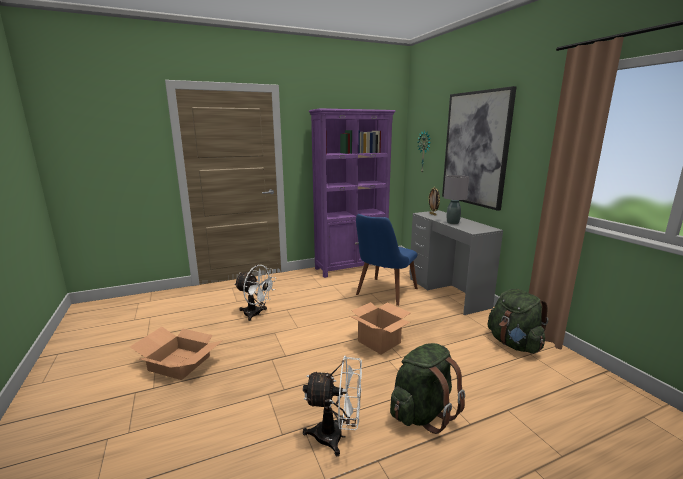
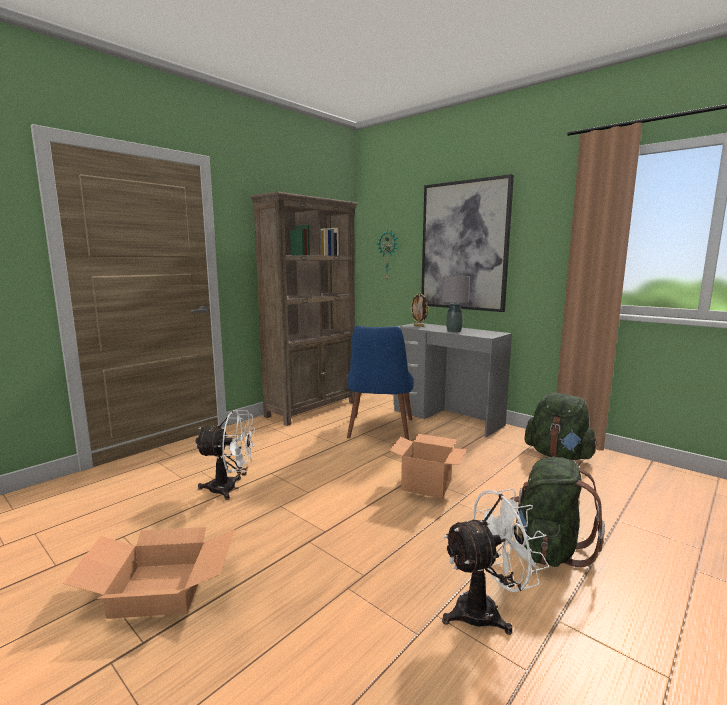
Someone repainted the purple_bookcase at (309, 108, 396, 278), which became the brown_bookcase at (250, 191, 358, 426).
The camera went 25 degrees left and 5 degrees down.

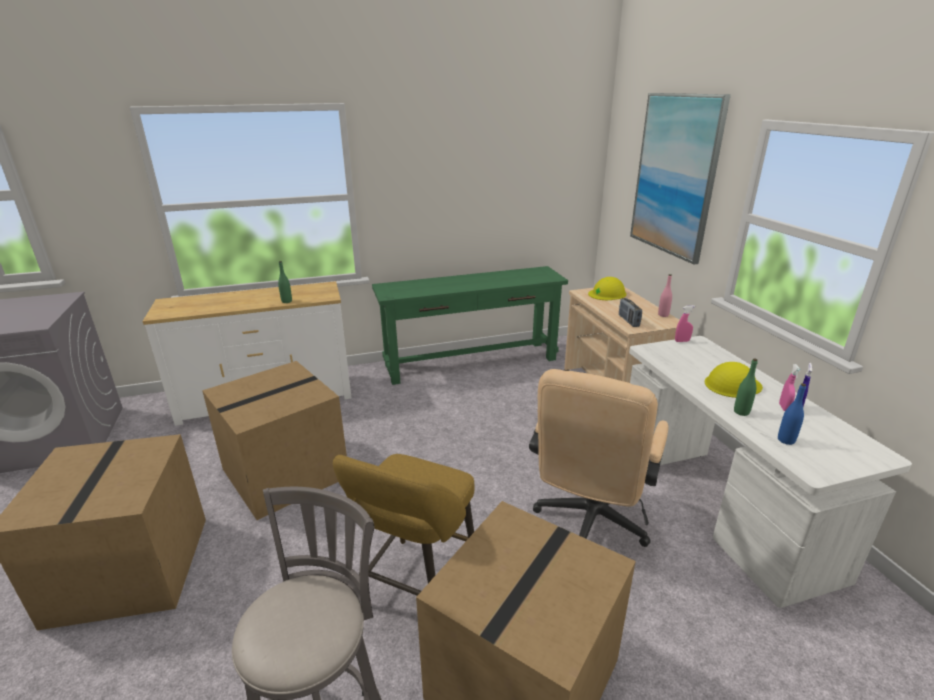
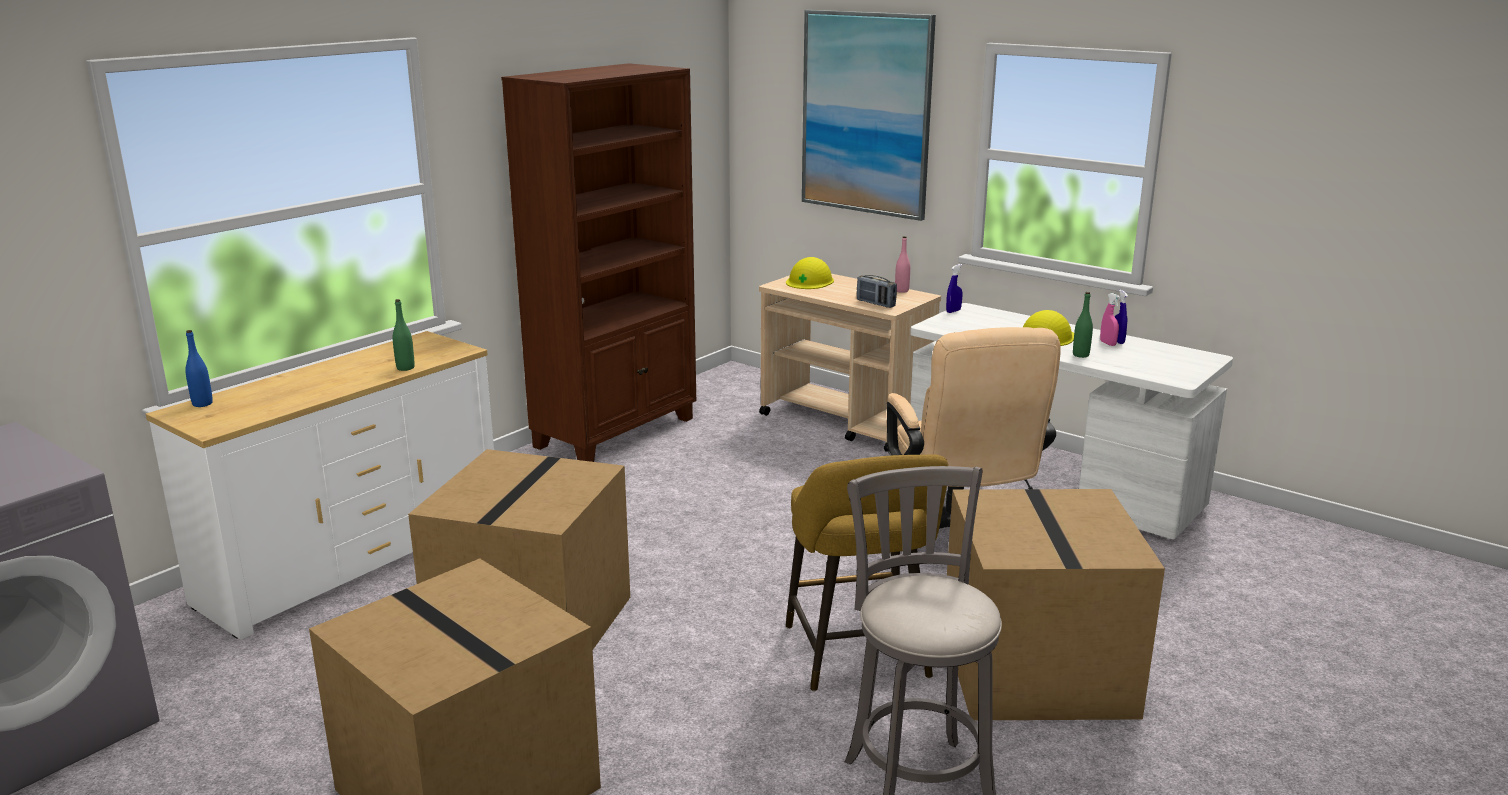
Someone swapped the green_console_table at (372, 266, 568, 385) for the brown_bookcase at (501, 63, 696, 462).
Someone repainted the pink_spray_bottle at (675, 305, 695, 342), which became the blue_spray_bottle at (946, 264, 963, 313).
Someone carried the blue_bottle from (778, 383, 806, 445) to (185, 330, 213, 407).
The camera went 35 degrees left and 5 degrees down.

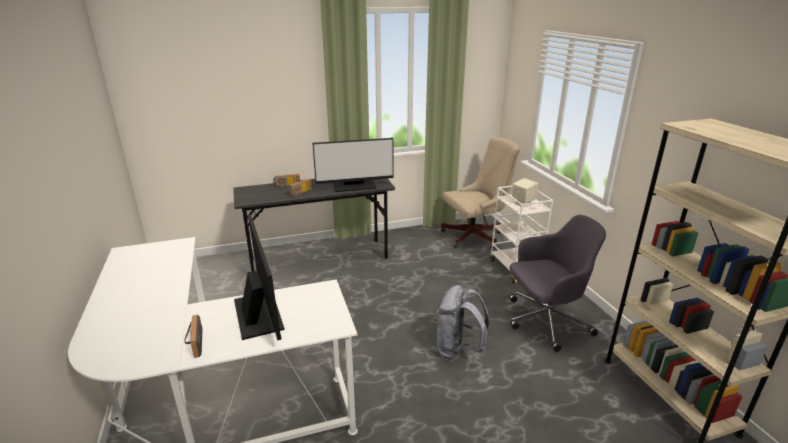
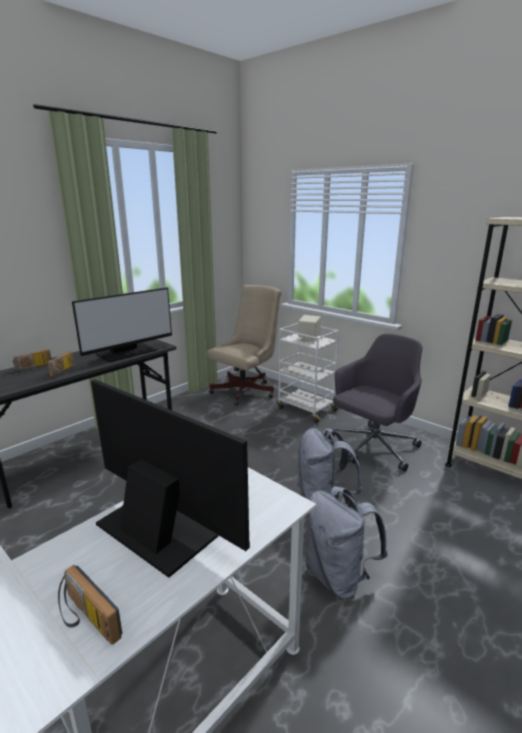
Someone put down the grey_backpack at (306, 486, 388, 599).
The camera went 30 degrees left and 5 degrees down.

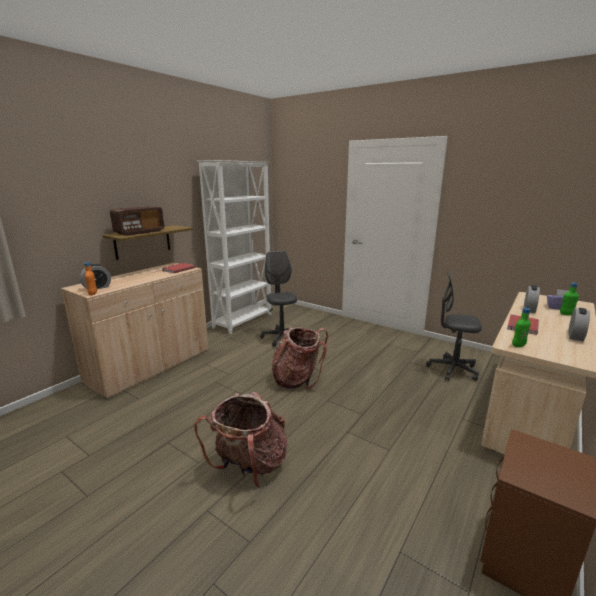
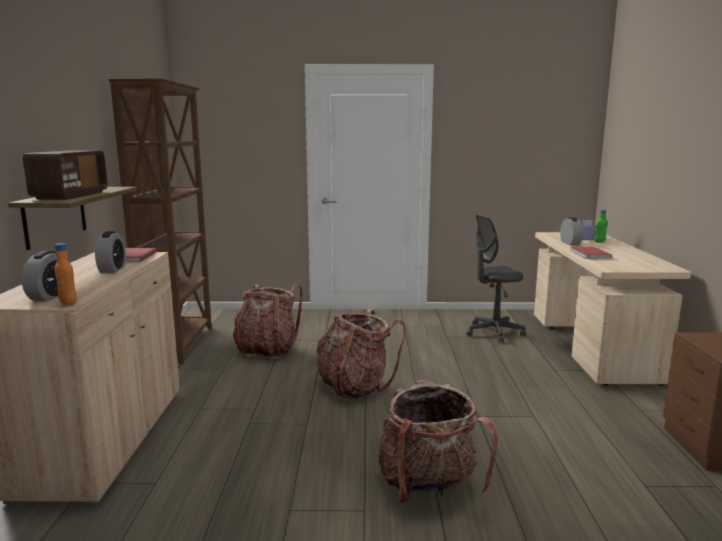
Someone repainted the white_bookcase at (197, 160, 271, 334), which became the brown_bookcase at (108, 78, 212, 364).
Someone swapped the grey_office_chair at (260, 251, 297, 347) for the backpack at (233, 284, 303, 359).
Someone took away the green_bottle at (512, 308, 531, 347).
Someone carried the alarm_clock from (568, 308, 590, 341) to (95, 231, 126, 273).
The camera went 35 degrees left and 5 degrees down.

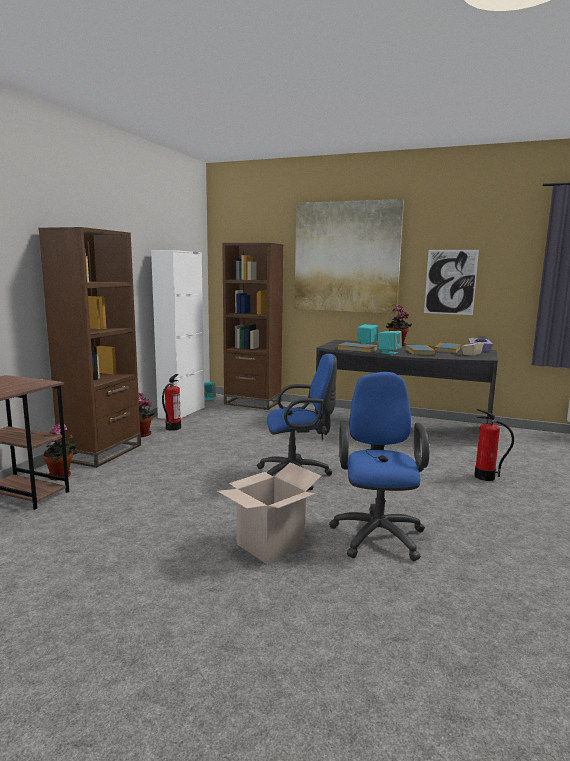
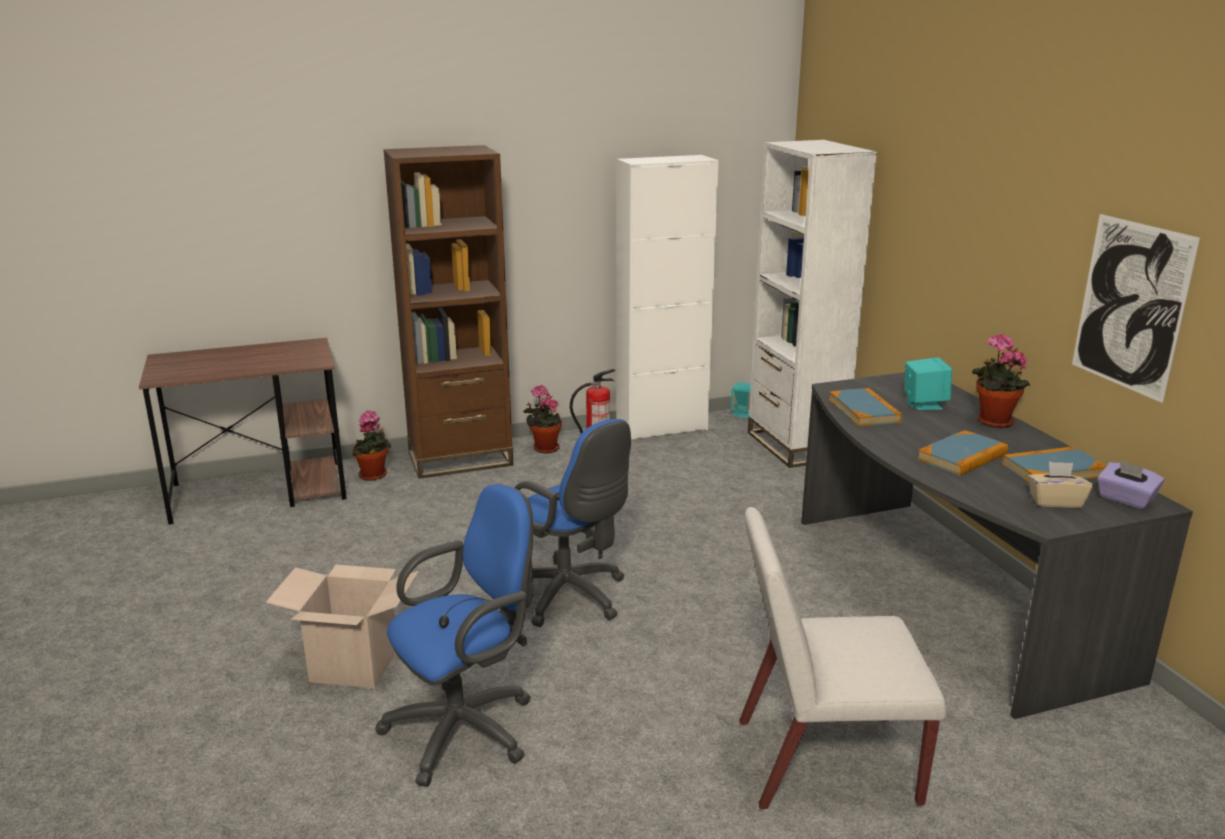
Someone repainted the brown_bookcase at (222, 243, 283, 410), which became the white_bookcase at (748, 140, 877, 468).
Someone took away the picture at (294, 199, 404, 313).
Someone took away the turquoise_speaker at (378, 331, 402, 355).
Someone swapped the fire_extinguisher at (474, 409, 514, 481) for the white_chair at (740, 507, 946, 810).
The camera went 50 degrees right and 10 degrees up.

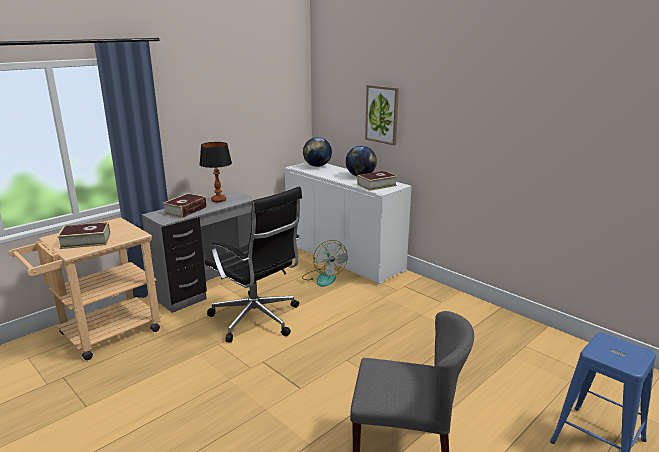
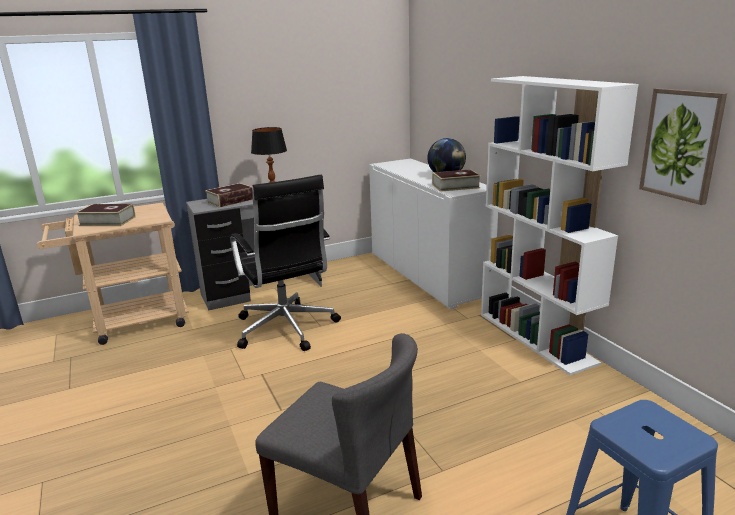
Someone took away the fan at (302, 240, 348, 287).
Someone took away the globe at (303, 137, 332, 167).
Someone carried the picture from (365, 85, 399, 145) to (639, 88, 727, 205).
Someone put down the white_bookcase at (481, 76, 639, 375).
The camera went 20 degrees right and 0 degrees up.

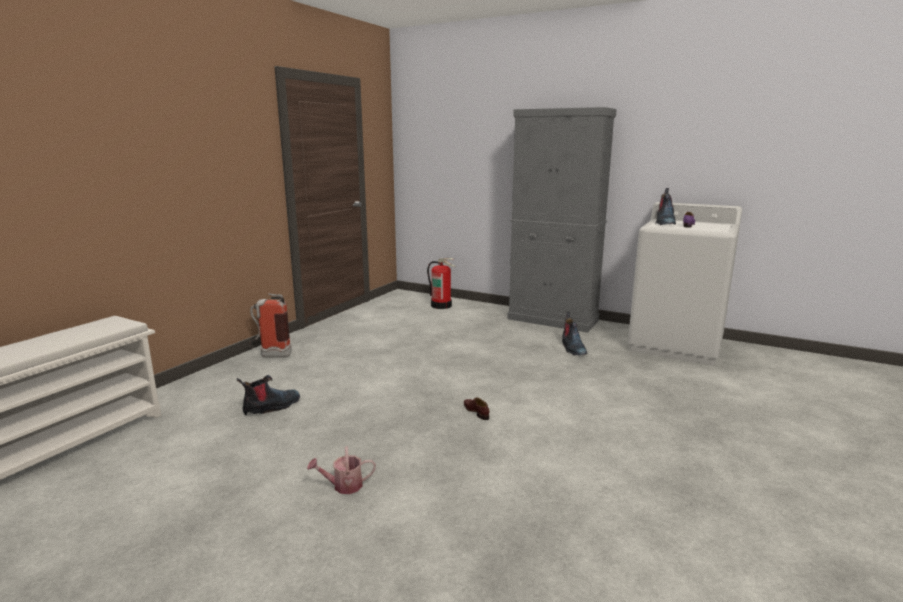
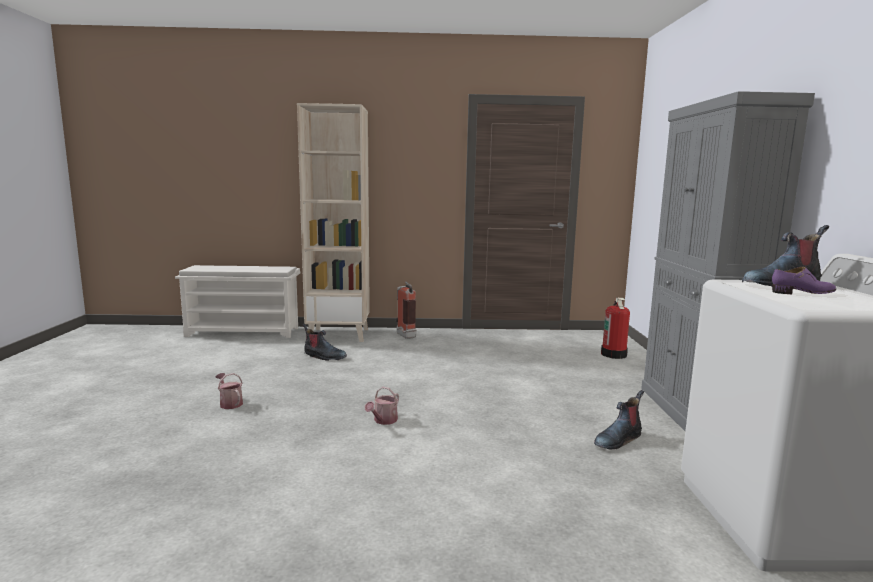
Someone swapped the brown_shoe at (464, 398, 490, 420) for the watering_can at (365, 387, 399, 425).
Someone put down the beige_bookcase at (297, 103, 370, 342).
The camera went 60 degrees right and 5 degrees down.

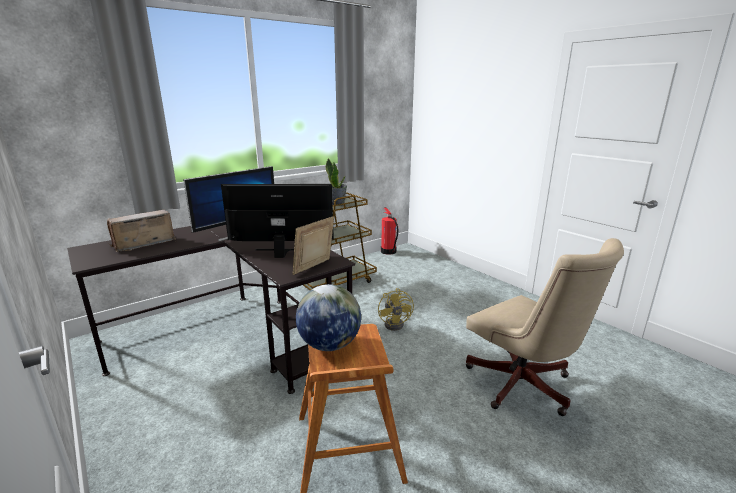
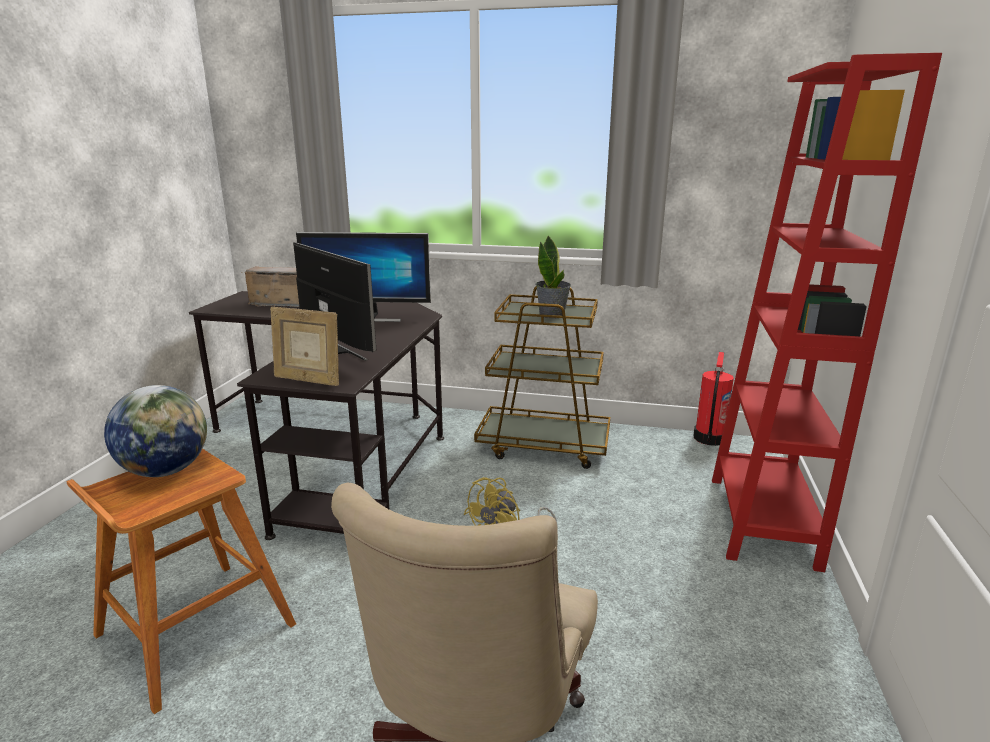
Someone rotated the picture_frame at (292, 216, 334, 275) by 150 degrees counterclockwise.
Someone put down the red_bookcase at (712, 53, 942, 572).
The camera went 50 degrees right and 0 degrees up.

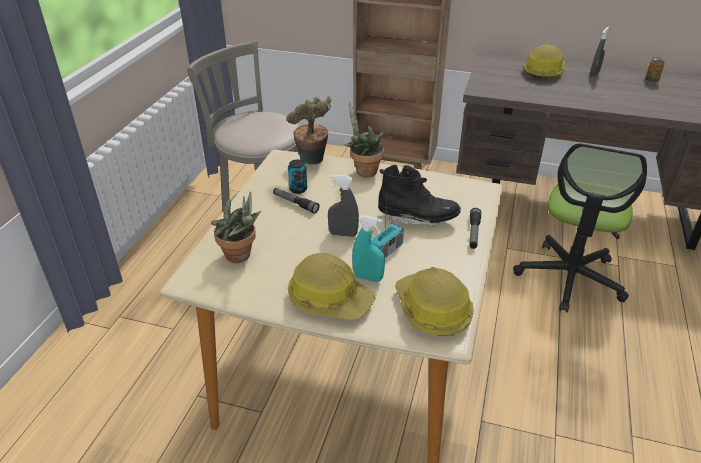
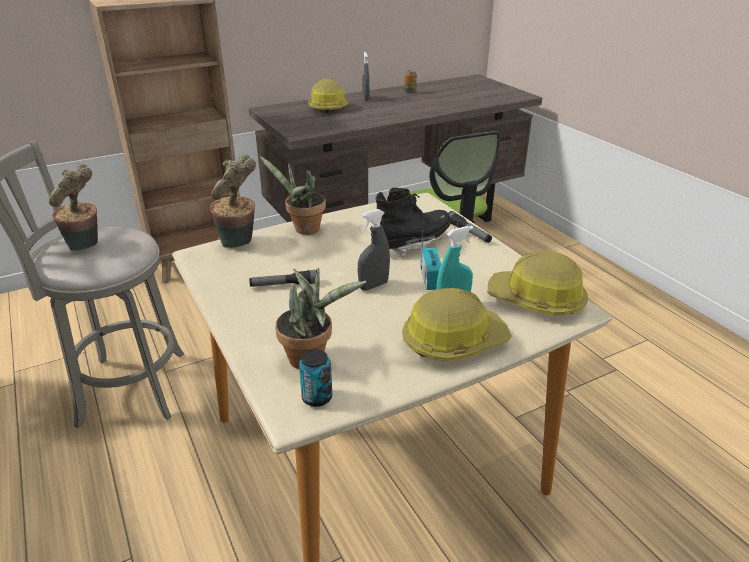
Someone carried the can from (288, 159, 307, 194) to (299, 349, 332, 407).
Someone put down the potted_plant at (49, 163, 98, 251).
The camera went 45 degrees left and 5 degrees down.

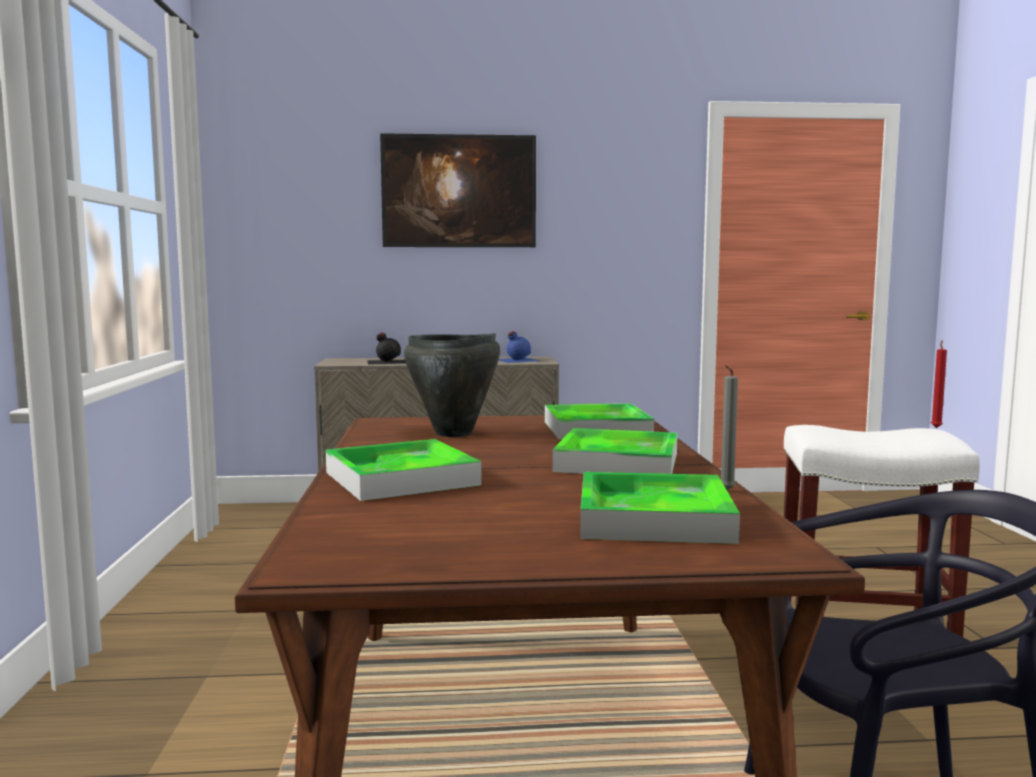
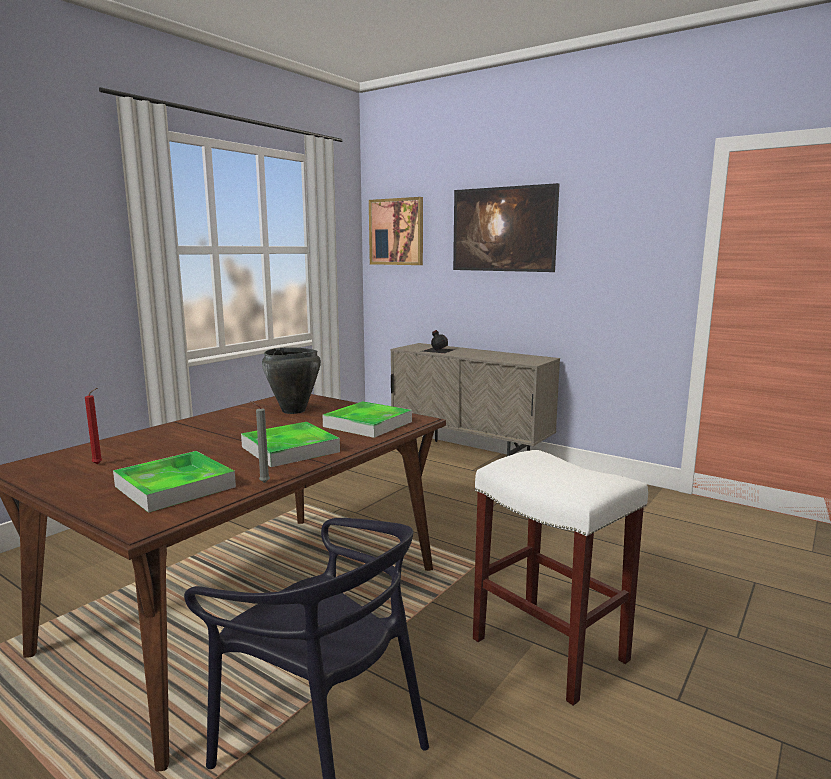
Someone took away the tray at (326, 439, 482, 501).
Someone took away the blue_bottle at (498, 331, 539, 363).
Someone carried the red_candle from (931, 340, 947, 428) to (85, 388, 102, 464).
Someone put up the picture at (369, 197, 423, 265).
The camera went 40 degrees right and 5 degrees up.

